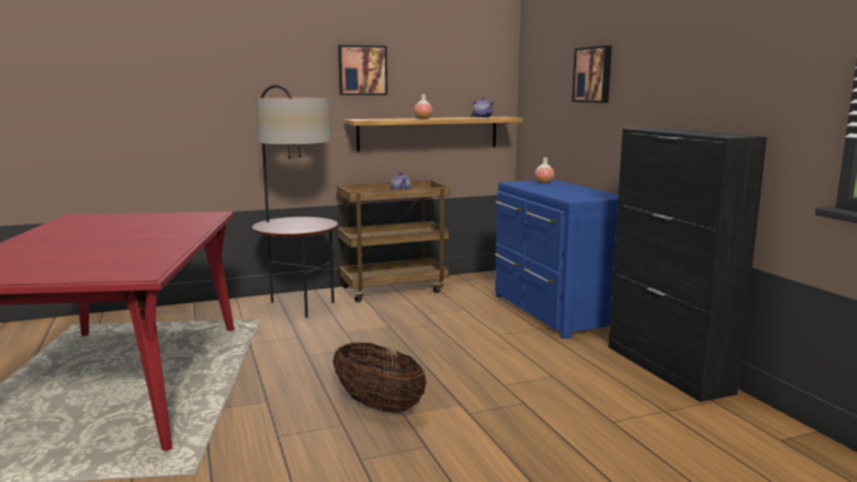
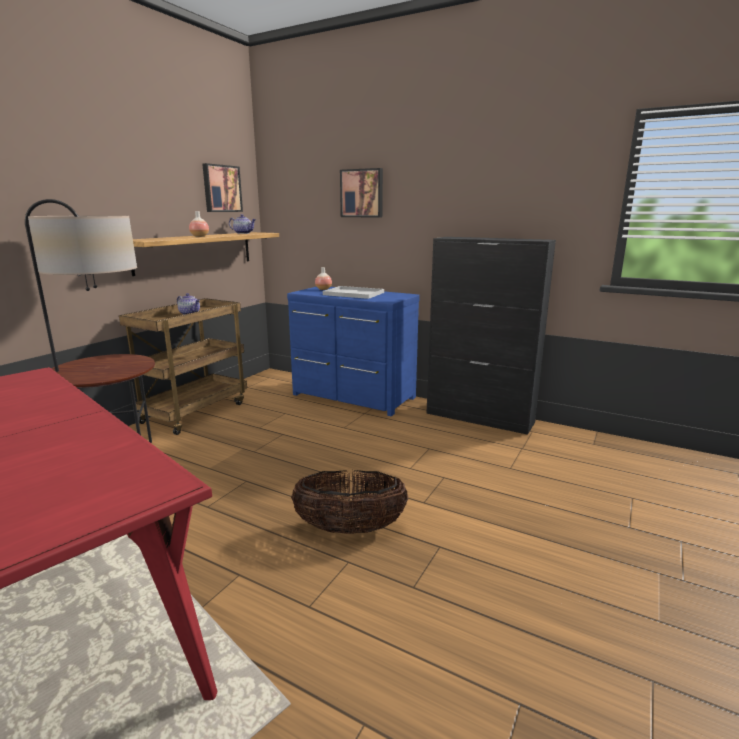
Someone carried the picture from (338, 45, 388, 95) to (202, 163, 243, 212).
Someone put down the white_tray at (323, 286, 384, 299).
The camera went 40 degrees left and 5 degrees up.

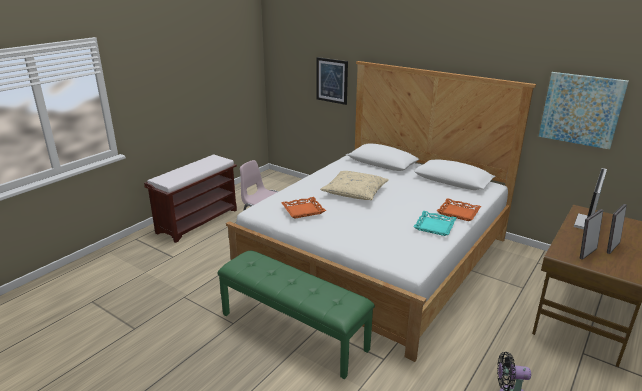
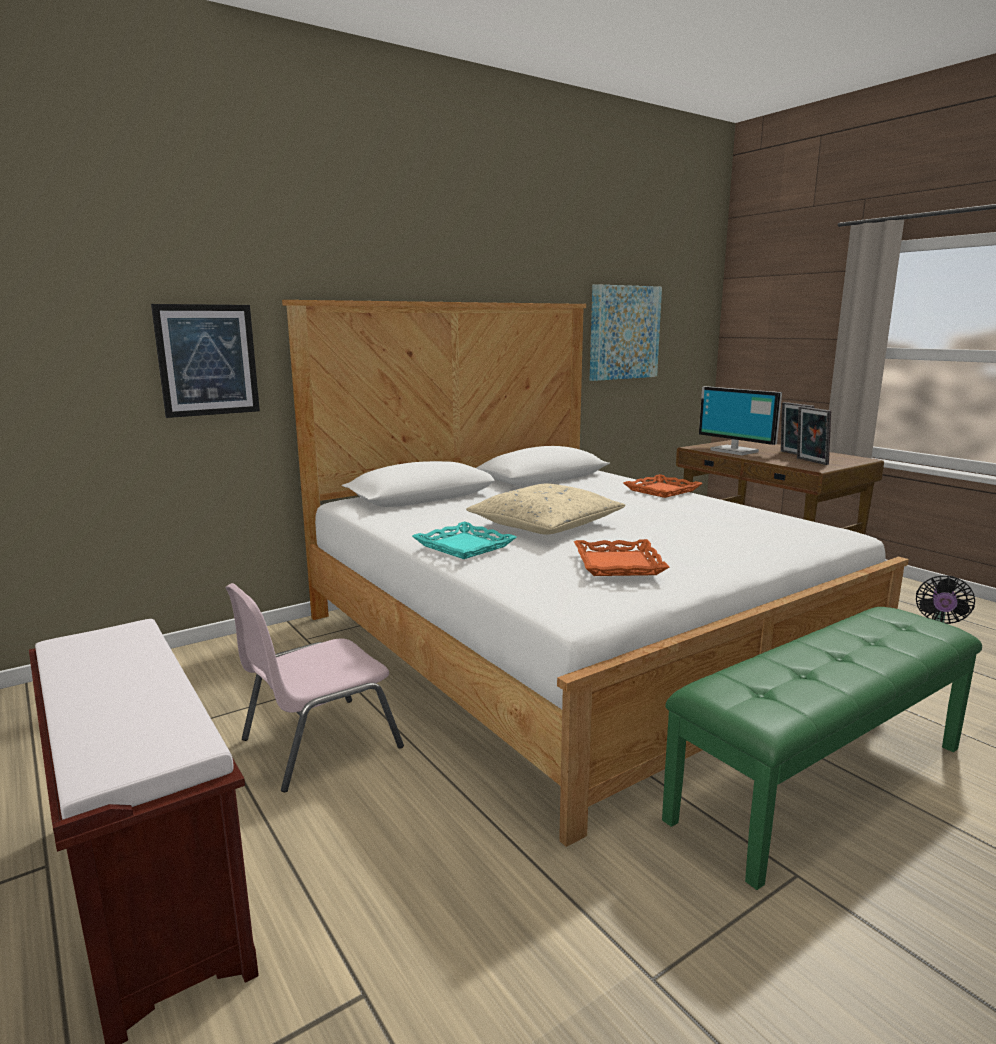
Someone carried the turquoise_tray from (413, 211, 457, 236) to (412, 522, 517, 559).
The camera went 70 degrees left and 10 degrees down.

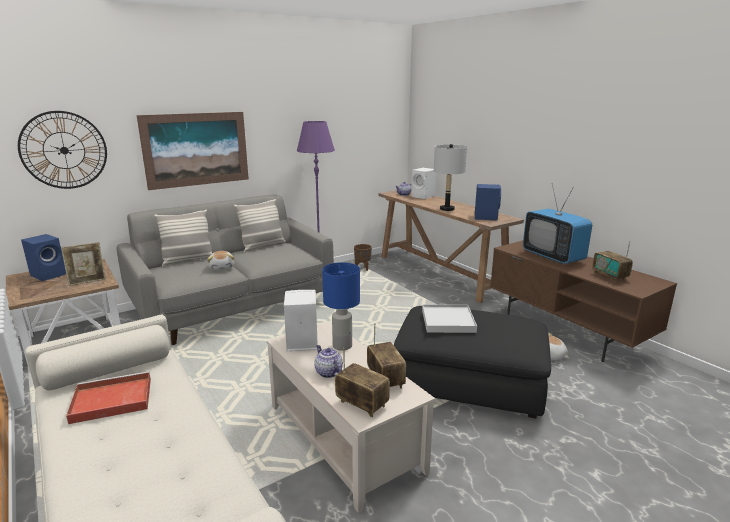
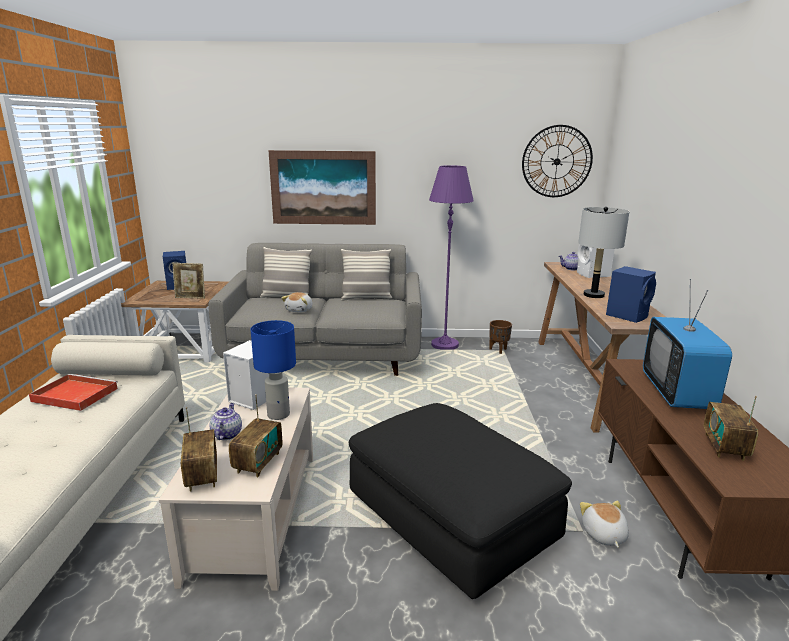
Someone carried the wall_clock from (18, 111, 107, 189) to (522, 125, 593, 197).
Someone took away the white_tray at (422, 305, 477, 333).
The camera went 35 degrees right and 0 degrees up.

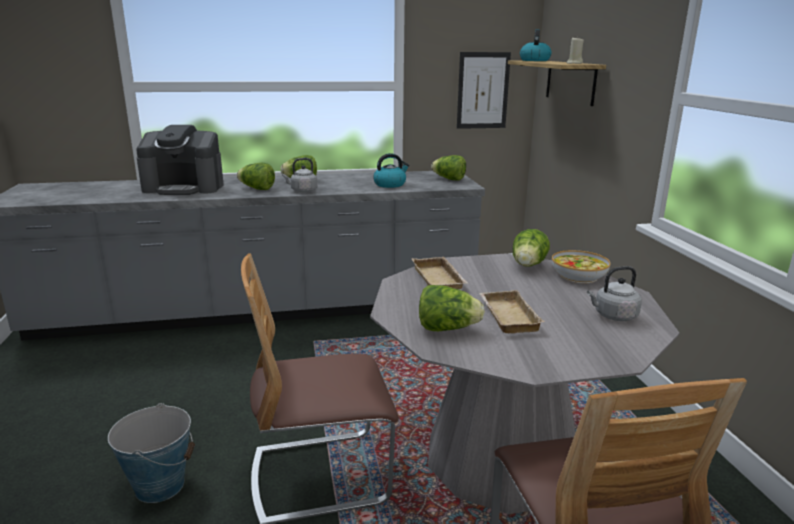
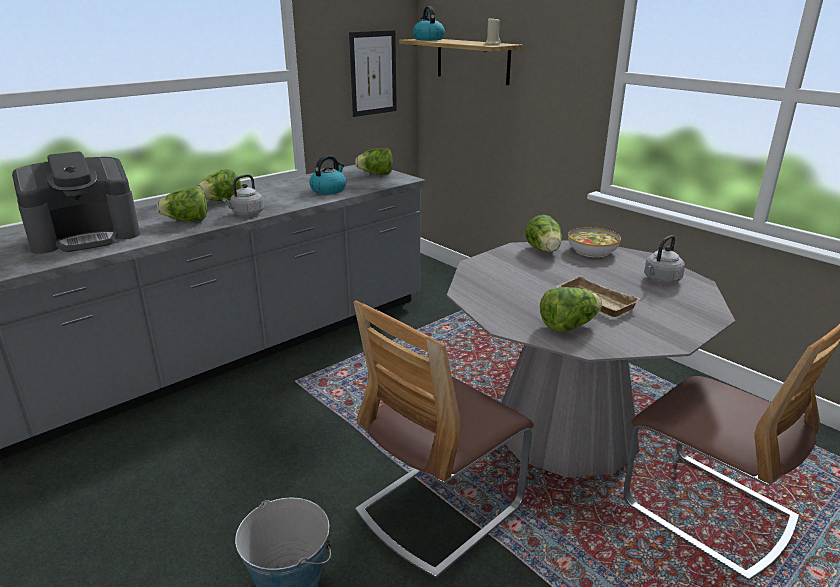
Someone took away the beige_tray at (412, 257, 468, 289).
The camera went 30 degrees left and 5 degrees up.

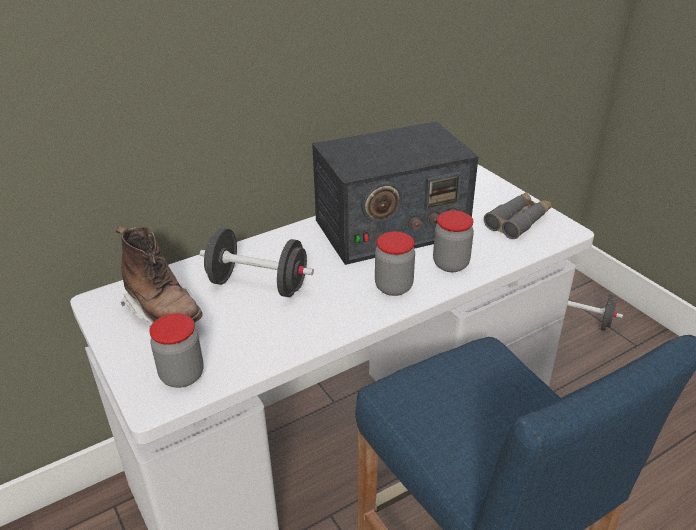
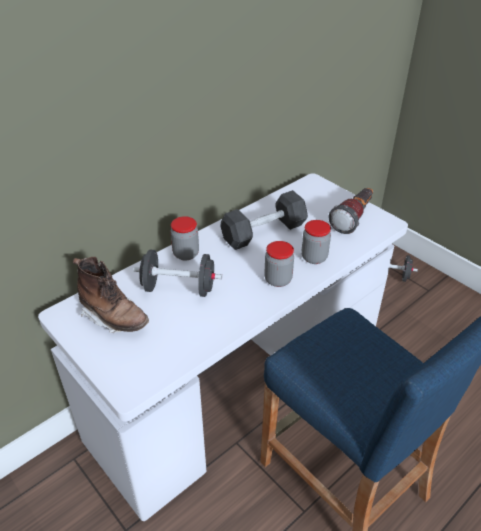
Someone carried the jar from (149, 313, 204, 388) to (170, 216, 199, 260).
Someone swapped the radio at (312, 121, 479, 265) for the black_dumbbell at (220, 190, 308, 250).
Someone swapped the grey_binoculars at (484, 192, 551, 239) for the flashlight at (329, 188, 373, 234).
The camera went 10 degrees left and 5 degrees up.

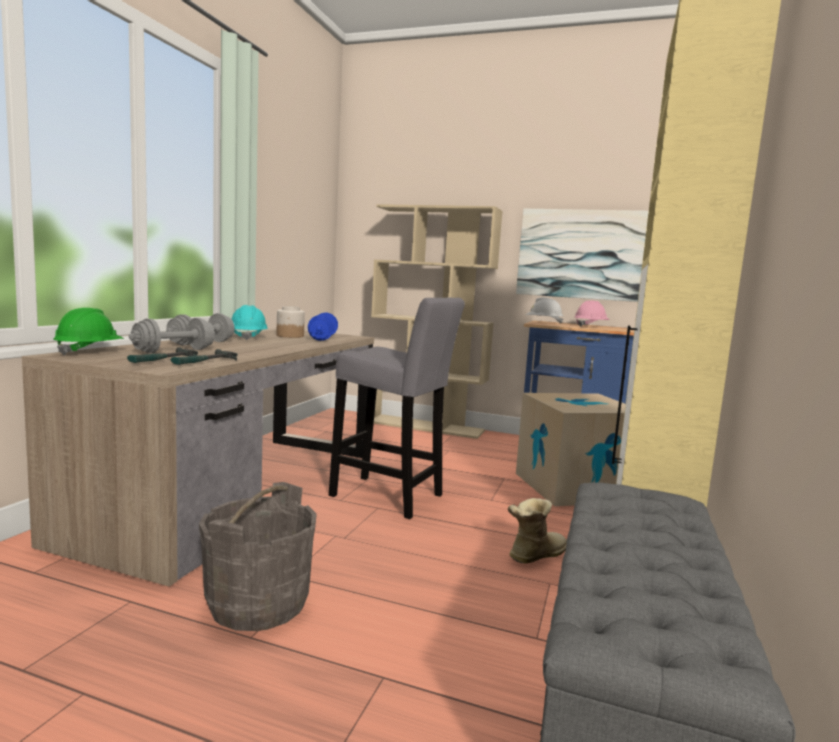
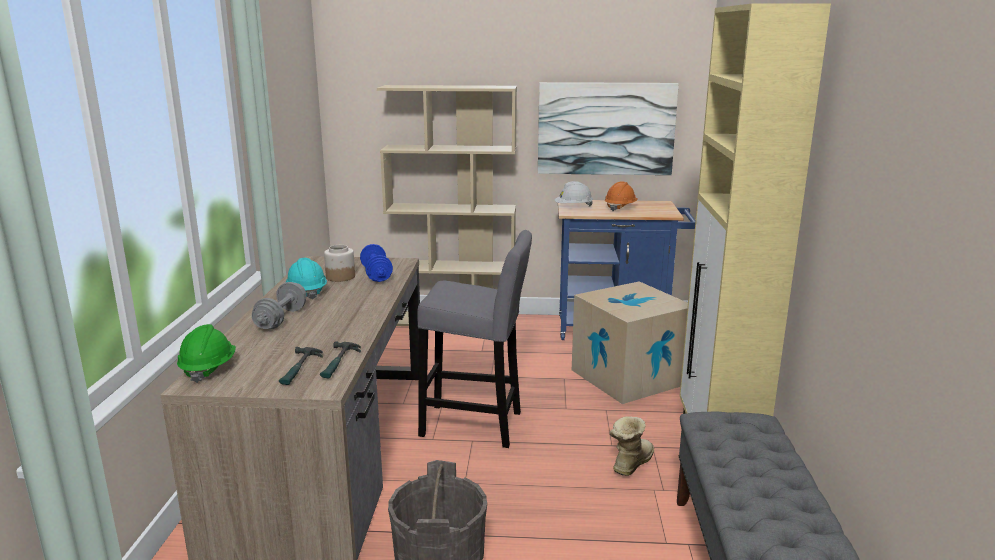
Someone took away the grey_dumbbell at (129, 318, 215, 353).
Someone repainted the pink_hard_hat at (575, 300, 610, 327), which became the orange_hard_hat at (605, 181, 638, 211).
The camera went 15 degrees left and 10 degrees up.

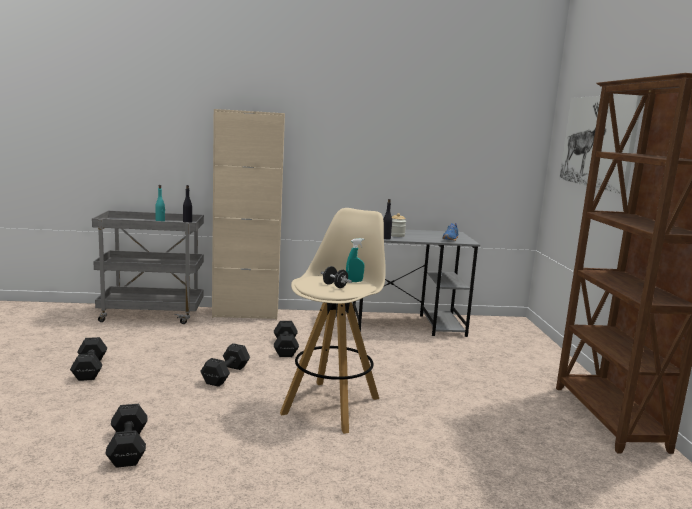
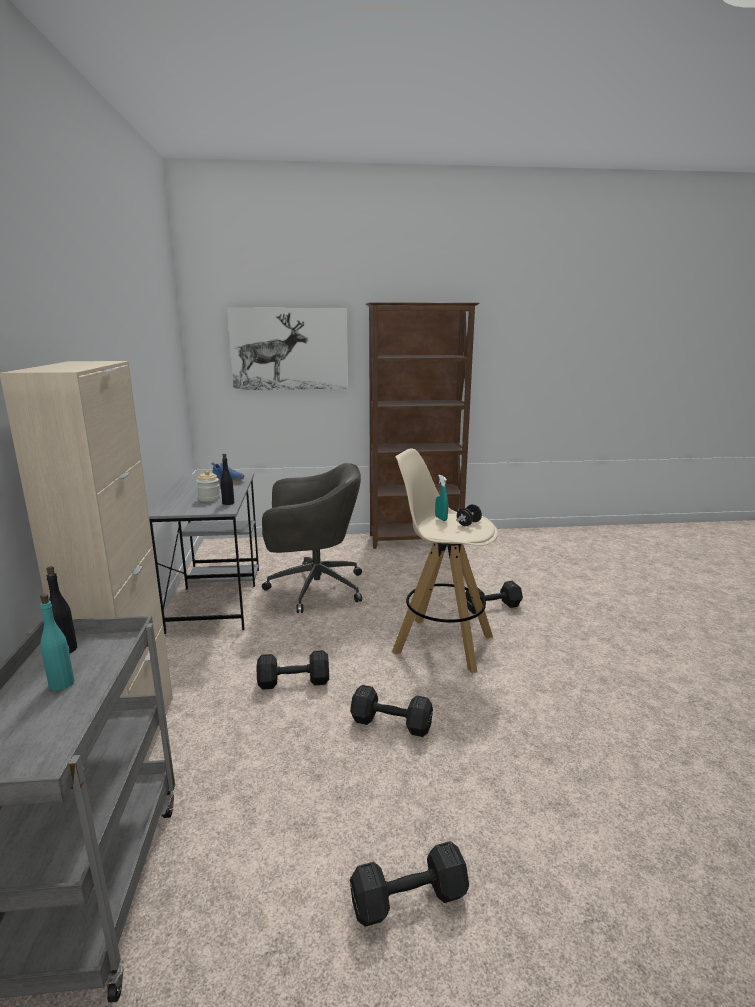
Someone carried the black_dumbbell from (105, 404, 148, 468) to (465, 581, 523, 614).
Someone put down the grey_office_chair at (262, 463, 362, 613).
The camera went 90 degrees left and 5 degrees up.

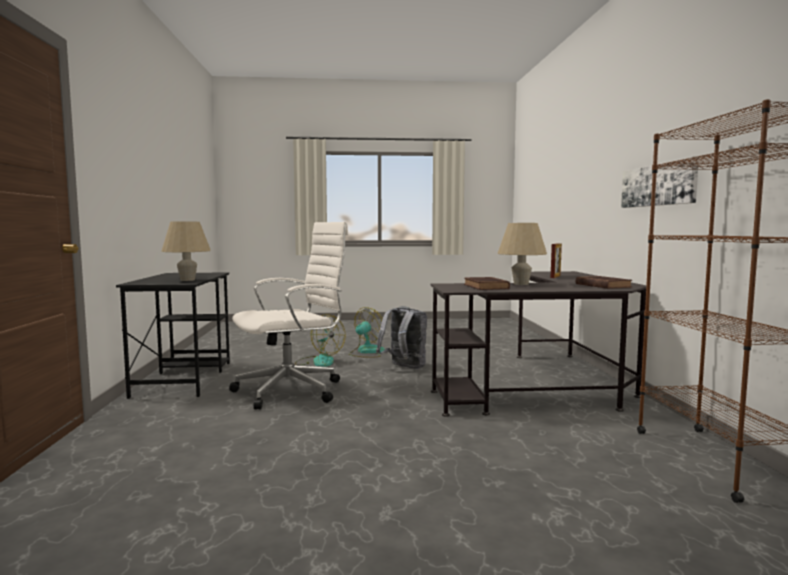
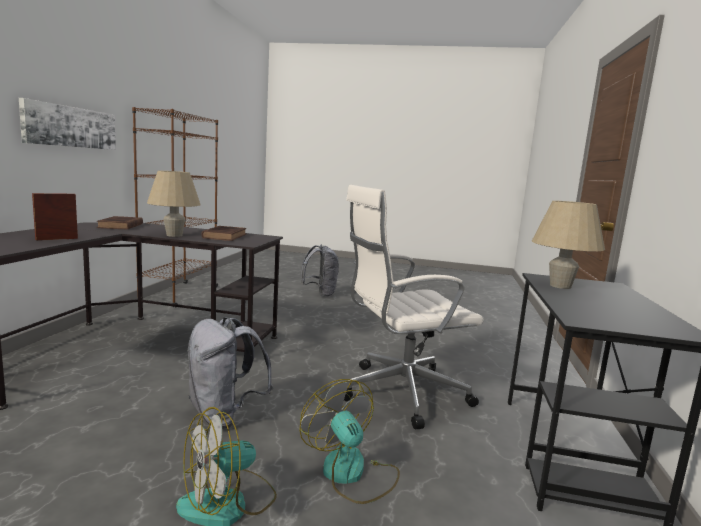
Someone put down the grey_backpack at (301, 244, 339, 297).
The camera went 165 degrees left and 5 degrees up.

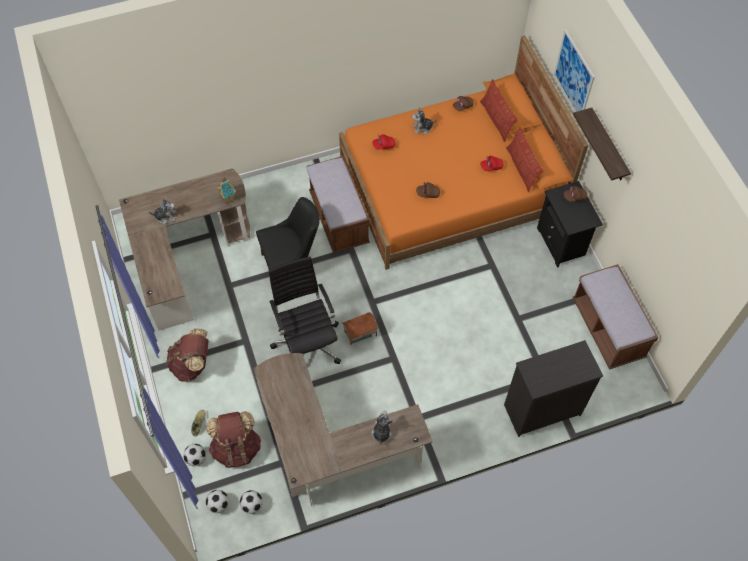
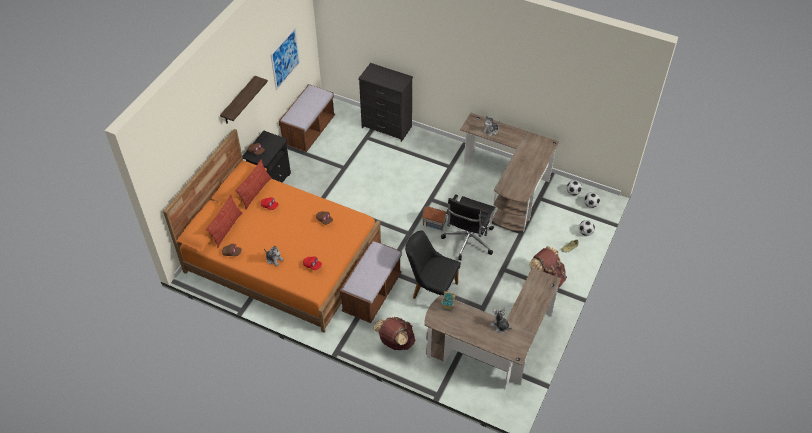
Someone carried the brown_backpack from (207, 412, 261, 468) to (373, 317, 415, 350).
Someone carried the picture from (554, 29, 595, 112) to (270, 27, 300, 90).
The camera went 135 degrees left and 10 degrees down.

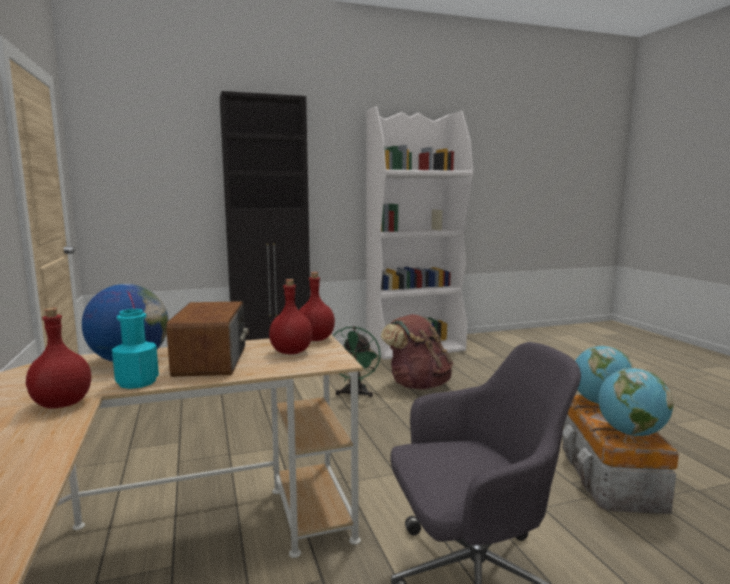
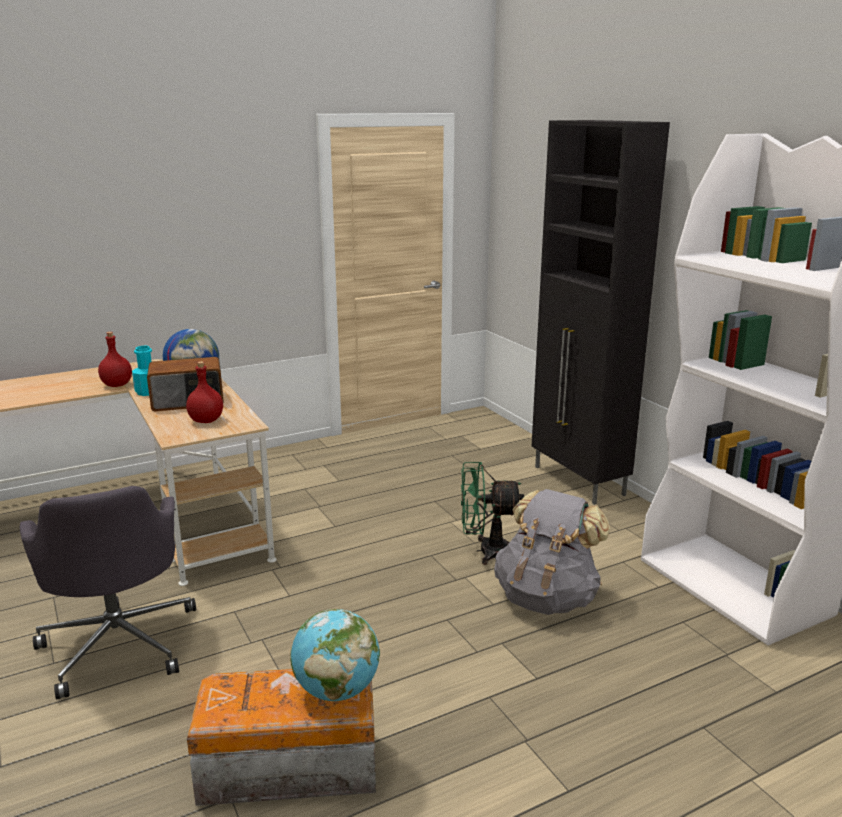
Someone took away the red_bottle at (299, 272, 335, 341).
Someone repainted the brown_backpack at (381, 314, 453, 389), which became the grey_backpack at (494, 489, 610, 615).
Someone took away the globe at (598, 368, 673, 436).
The camera went 80 degrees right and 10 degrees up.

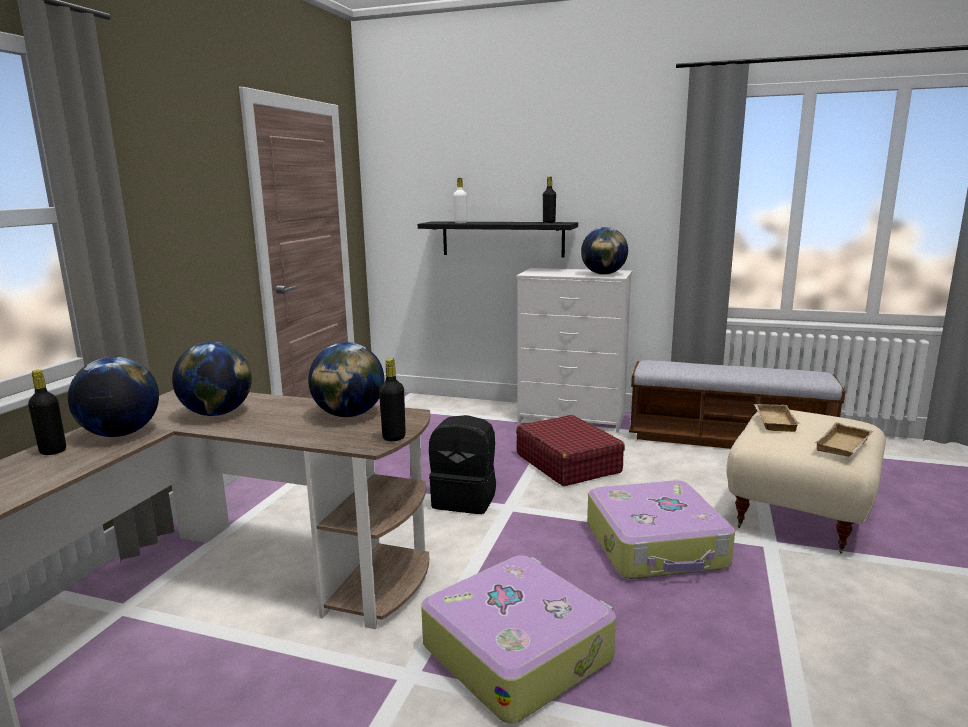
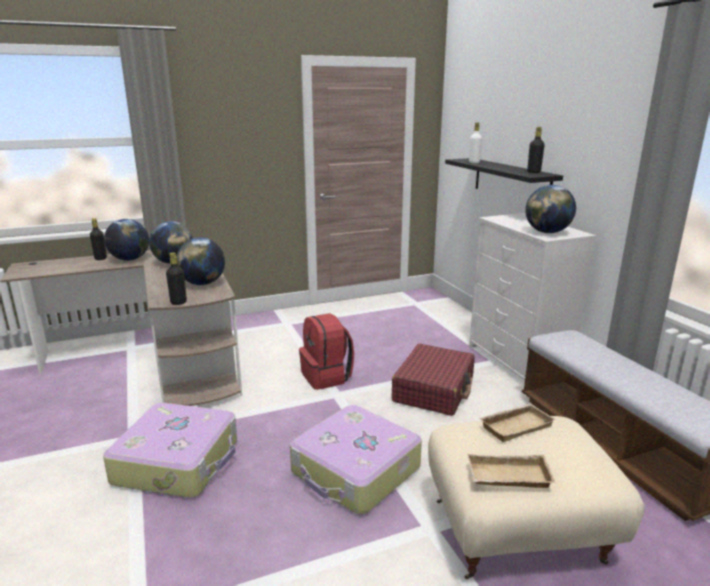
Someone repainted the black_backpack at (429, 415, 496, 514), which became the red_backpack at (299, 313, 354, 390).
The camera went 50 degrees right and 5 degrees up.

